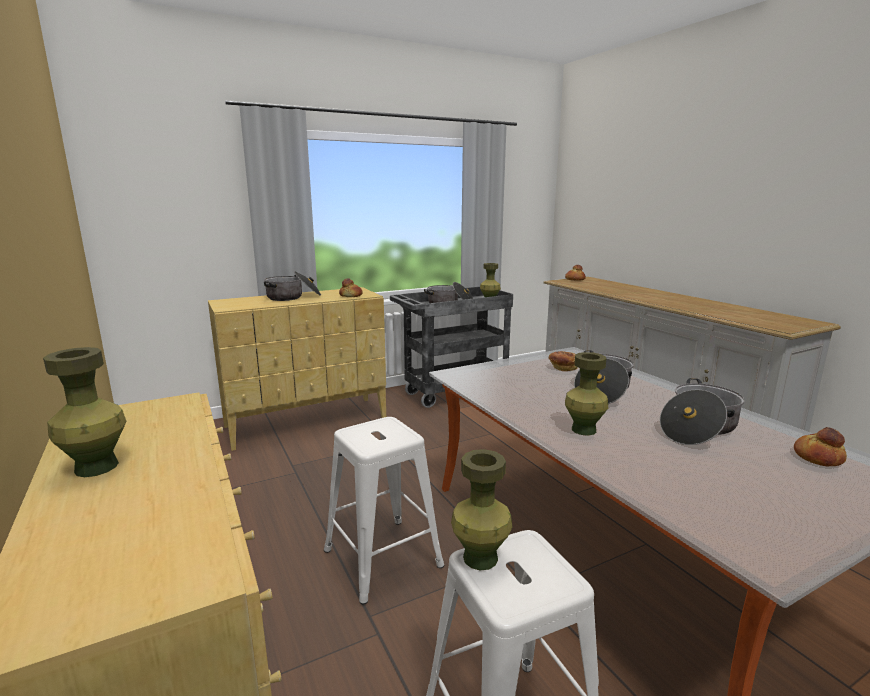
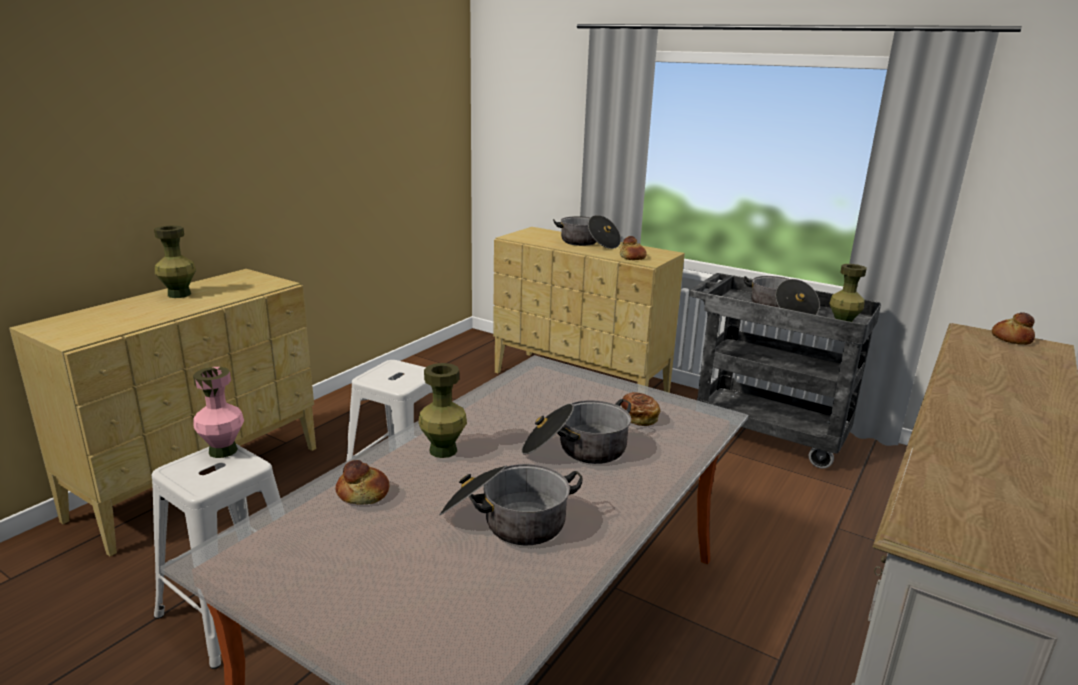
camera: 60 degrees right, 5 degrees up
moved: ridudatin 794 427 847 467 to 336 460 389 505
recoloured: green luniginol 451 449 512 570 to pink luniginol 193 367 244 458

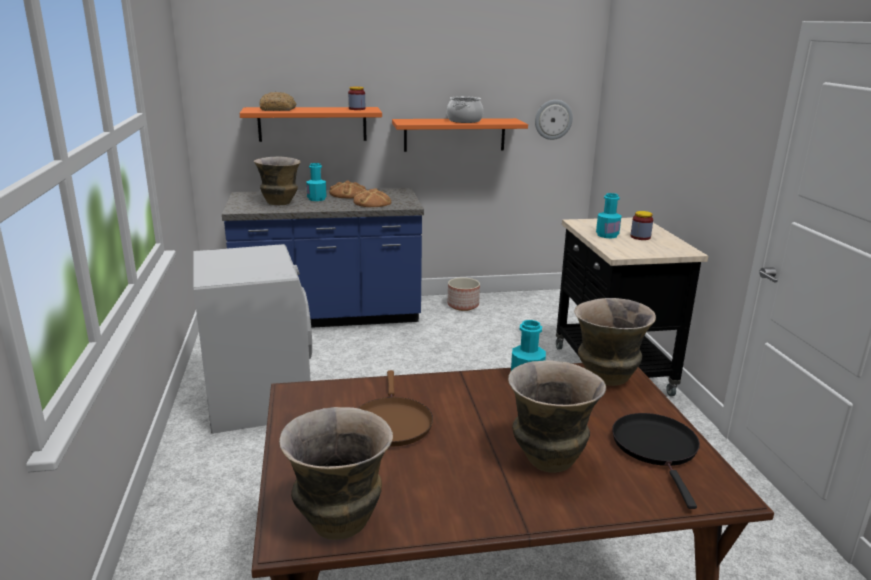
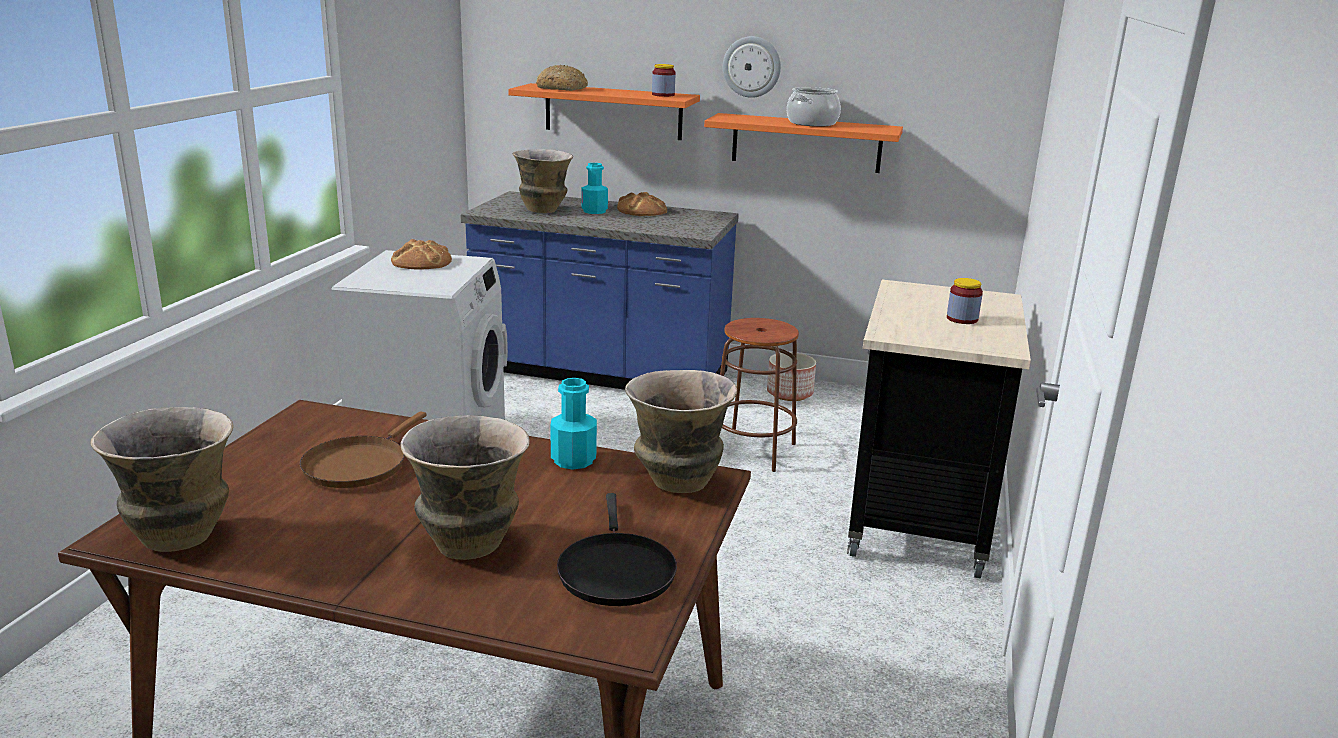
camera: 25 degrees right, 0 degrees up
removed: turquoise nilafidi 596 193 622 238
added: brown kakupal 720 318 799 472
moved: ridudatin 353 188 391 207 to 391 239 452 270; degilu 535 100 573 140 to 723 36 781 98
turned: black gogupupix 612 413 700 509 = 557 493 677 606 150 degrees clockwise

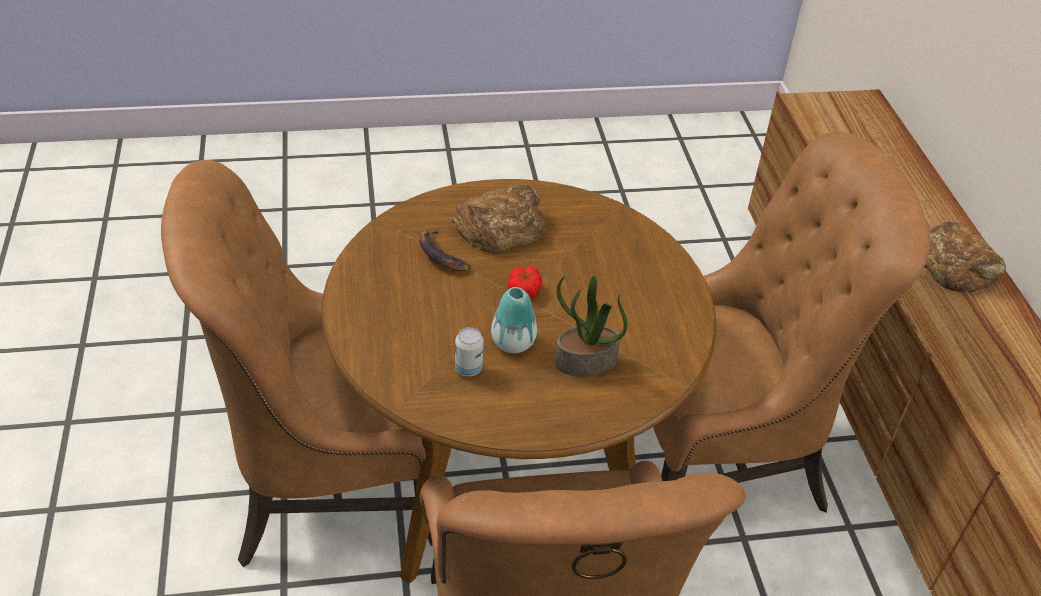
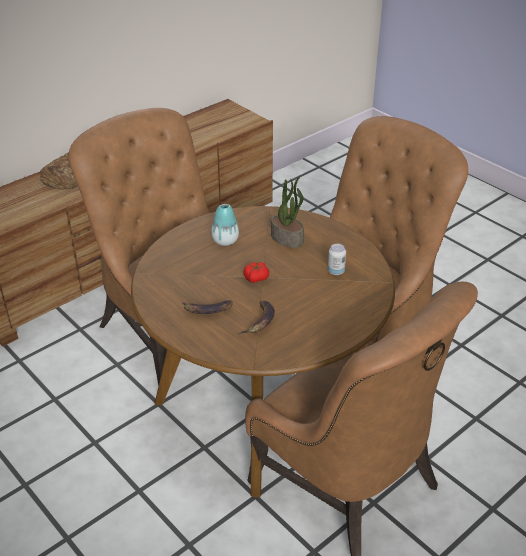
camera: 120 degrees left, 5 degrees down
moved: luniginol 491 287 537 353 to 211 204 239 246
replaced: ridudatin 452 184 545 254 to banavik 182 300 232 314

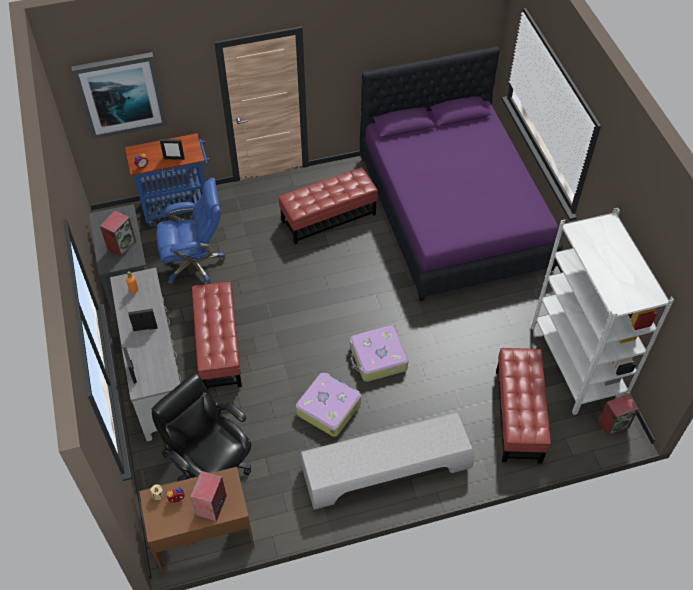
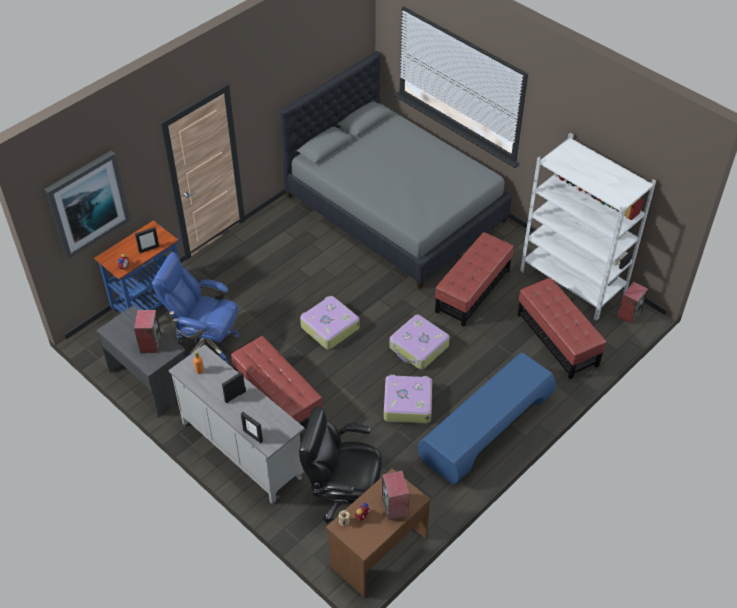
camera: 30 degrees left, 5 degrees down
added: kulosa 300 296 359 350
moved: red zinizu 279 167 378 244 to 435 232 514 327
recoloured: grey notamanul 300 413 474 509 to blue notamanul 418 353 556 484; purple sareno 360 46 563 301 to grey sareno 280 51 512 289
turned: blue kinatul 156 178 226 284 = 152 252 240 363 120 degrees counterclockwise

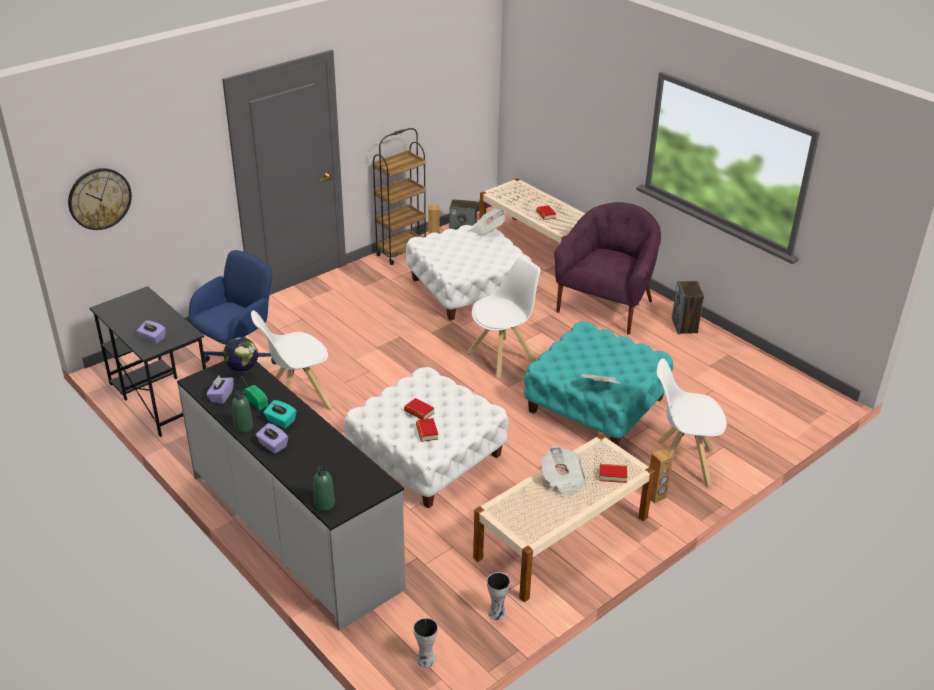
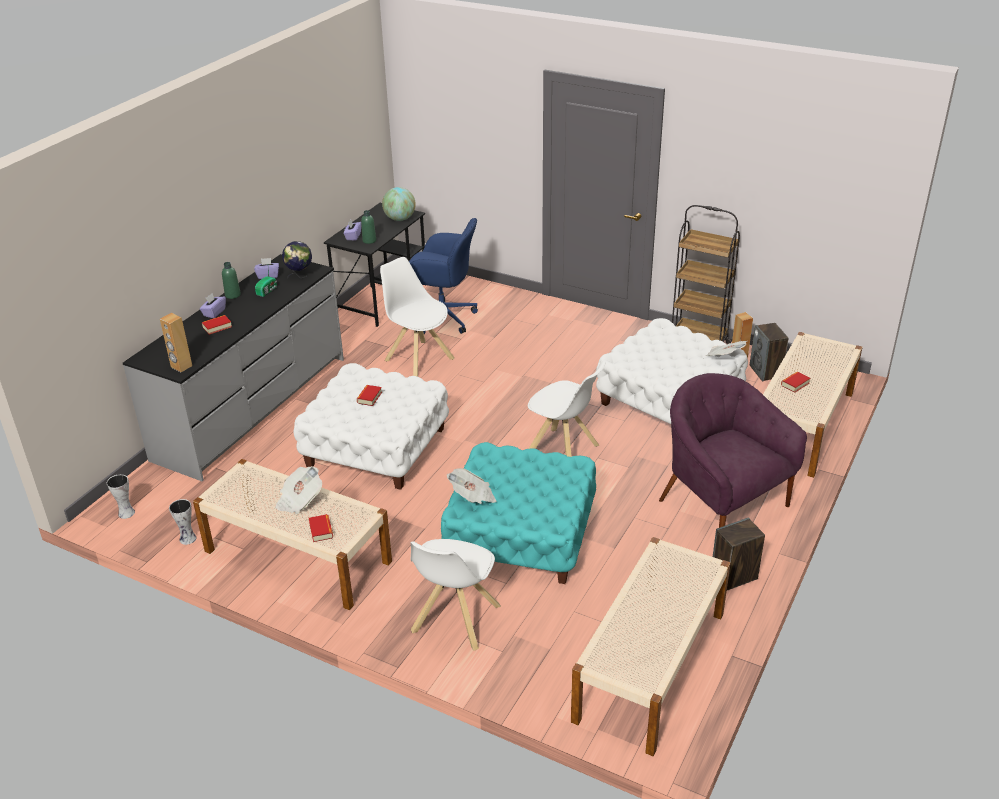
camera: 70 degrees right, 0 degrees up
removed: degilu 68 168 132 230; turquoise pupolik 263 400 297 428
added: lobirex 382 187 416 221; beige notamanul 571 537 731 756
moved: green nilafidi 313 466 335 511 to 361 210 376 244; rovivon 416 418 438 442 to 202 315 232 335; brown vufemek 650 448 673 504 to 160 313 192 372
turned: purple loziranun 554 202 661 335 = 659 373 807 528 135 degrees counterclockwise; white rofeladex 657 358 726 487 = 410 539 501 651 150 degrees counterclockwise

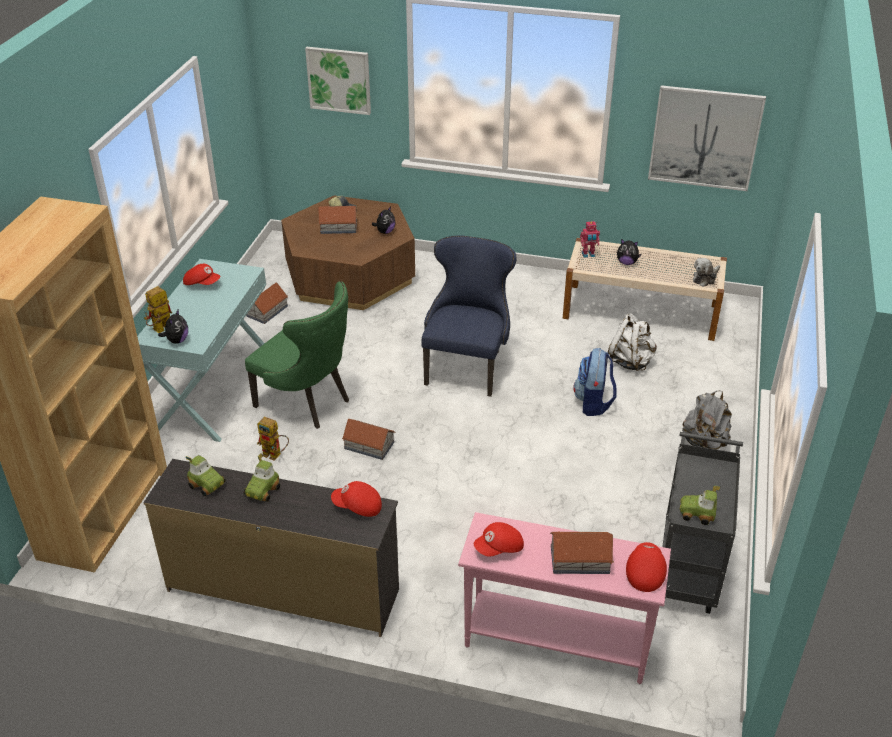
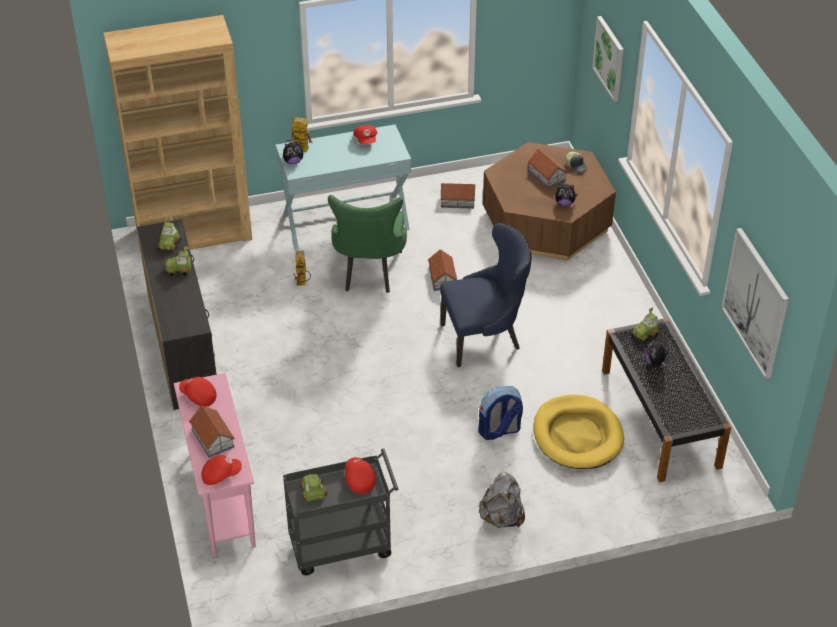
camera: 60 degrees right, 5 degrees up
removed: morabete 693 258 720 287
moved: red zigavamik 331 481 382 517 to 345 457 376 494; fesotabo 342 419 395 460 to 428 249 457 291
replaced: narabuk 580 221 600 258 to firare 631 308 660 342; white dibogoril 608 313 657 371 to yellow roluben 533 395 624 469
recoloured: beige notamanul 563 238 727 341 to black notamanul 602 317 731 483

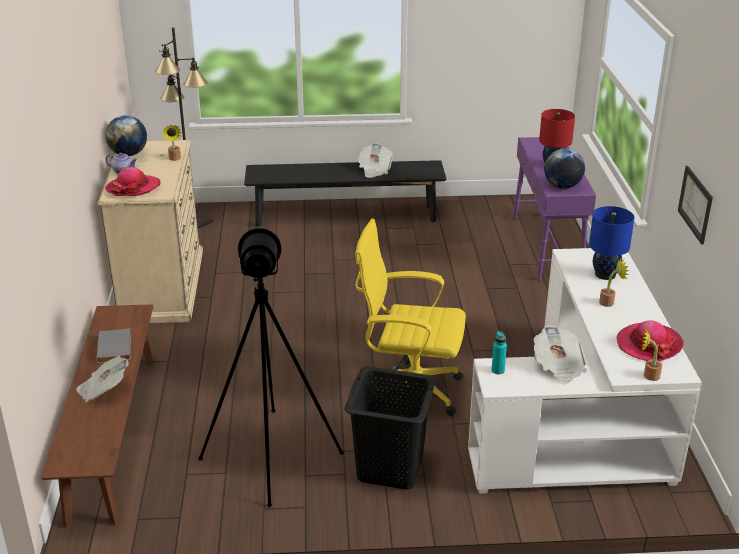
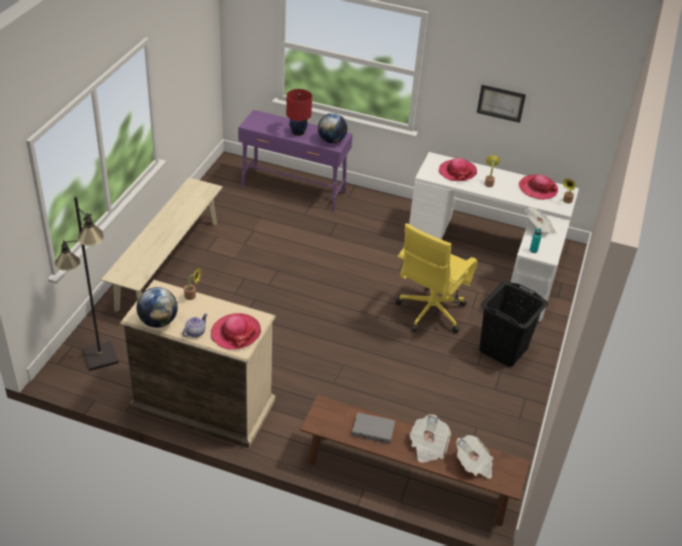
camera: 70 degrees left, 10 degrees up
removed: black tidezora 198 228 344 507
moved: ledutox 357 143 393 178 to 456 435 493 479
replaced: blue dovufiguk 589 206 635 280 to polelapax 439 158 477 181
recoloured: black notamanul 244 160 446 227 to beige notamanul 101 177 223 312

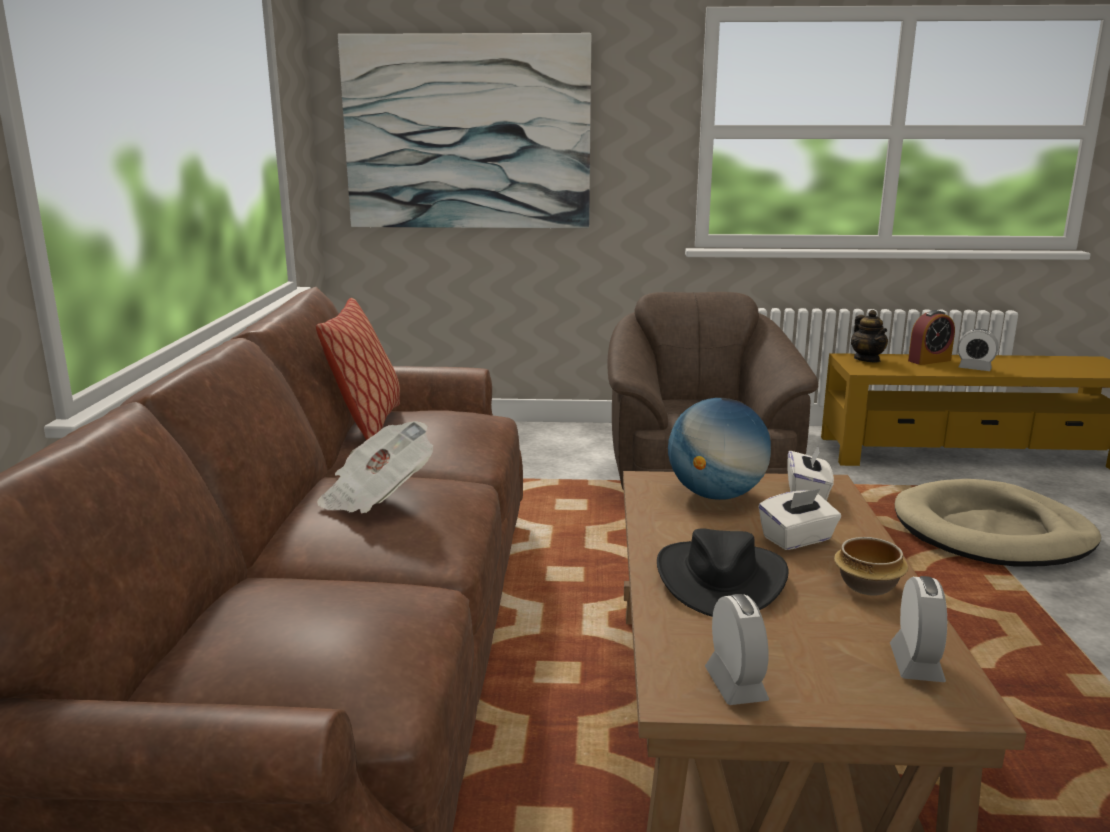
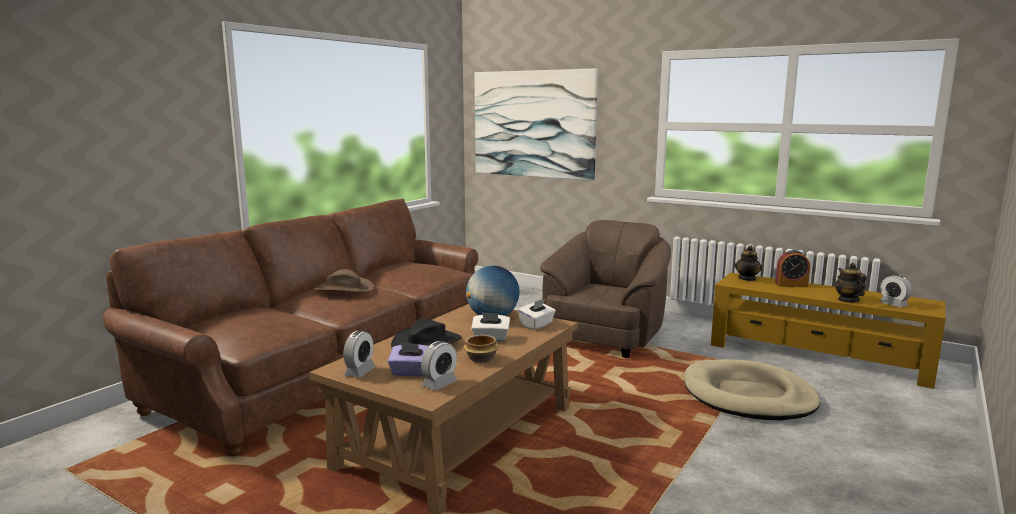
camera: 30 degrees right, 5 degrees down
removed: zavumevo 316 298 400 440
added: purple pupolik 387 342 429 377; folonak 835 263 866 303
moved: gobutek 958 329 999 371 to 880 275 912 308
replaced: ledutox 317 421 433 513 to brown polelapax 313 269 375 293

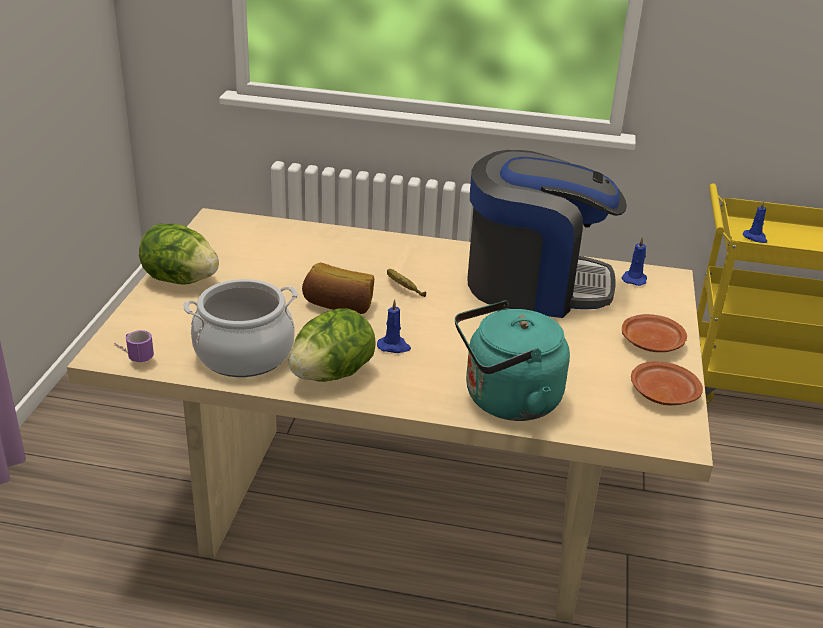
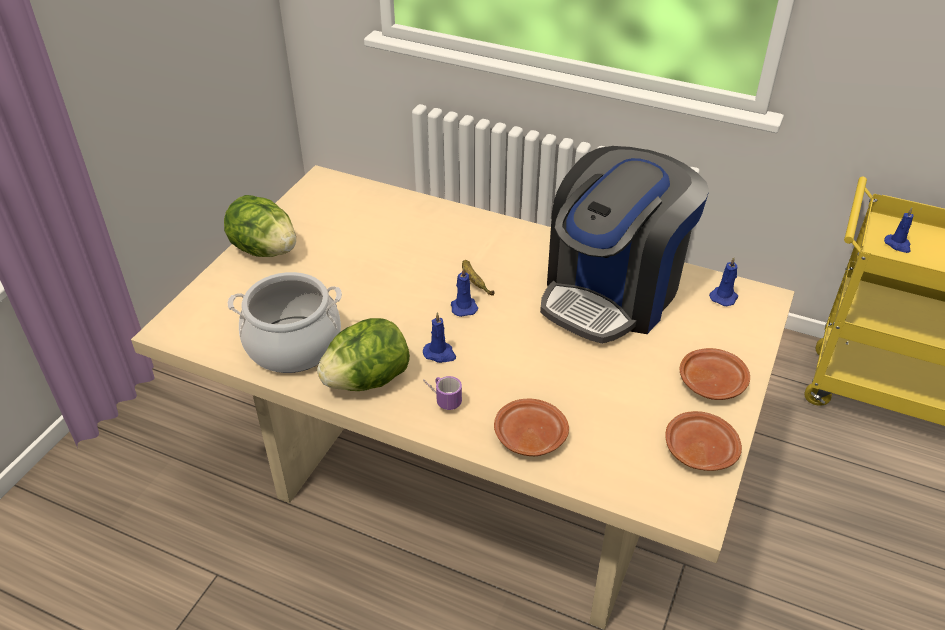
camera: 15 degrees right, 10 degrees up
removed: ridudatin 302 262 374 314
added: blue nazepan 451 267 478 317
moved: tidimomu 115 330 154 362 to 423 376 462 410
replaced: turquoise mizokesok 455 300 570 421 to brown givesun 494 399 569 456
turned: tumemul 468 150 627 318 = 540 146 709 344 105 degrees clockwise

